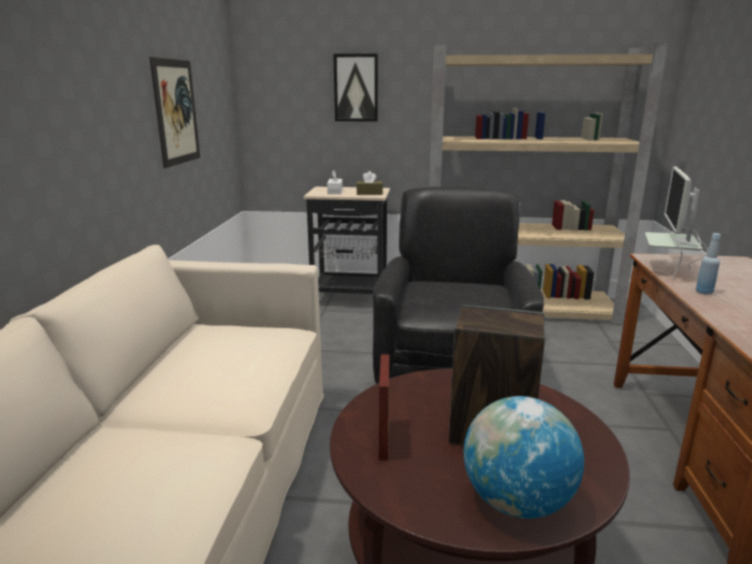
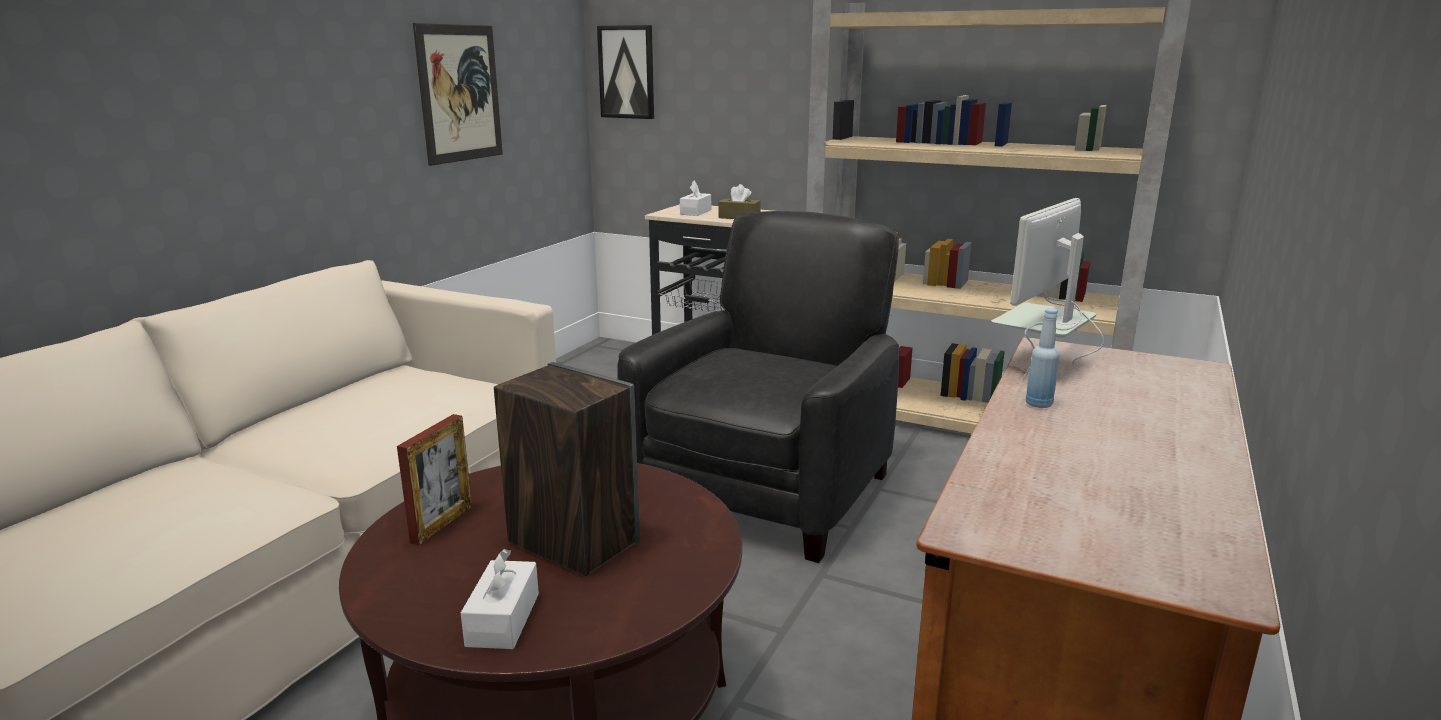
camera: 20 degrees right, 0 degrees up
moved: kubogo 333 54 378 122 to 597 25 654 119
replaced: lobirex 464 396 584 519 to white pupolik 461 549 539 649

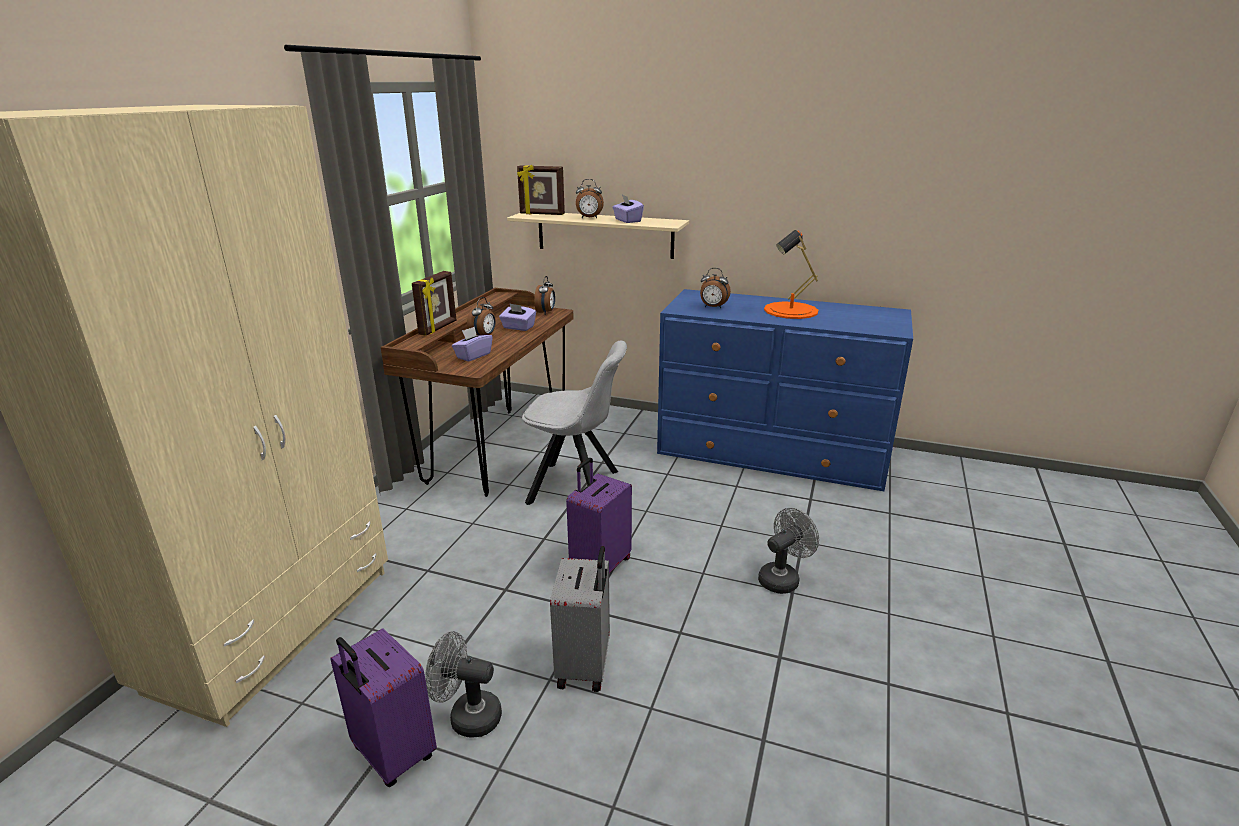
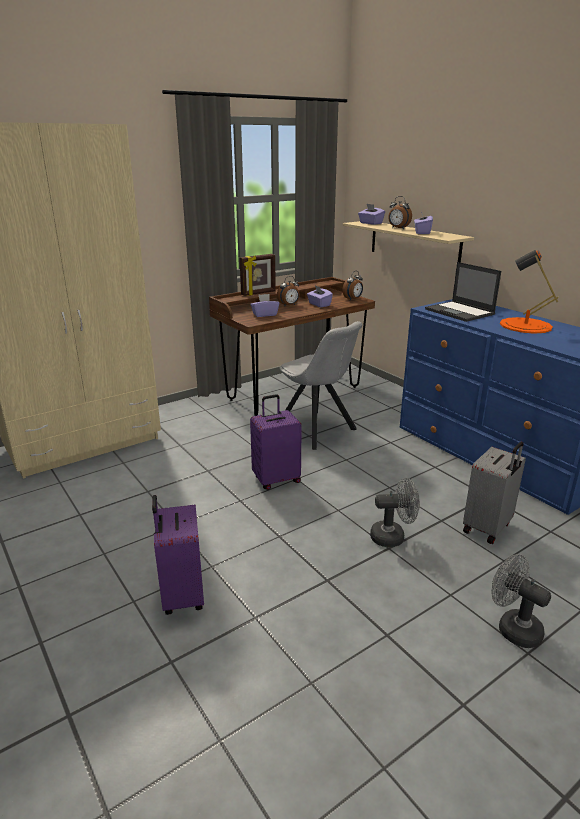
camera: 35 degrees right, 0 degrees up
moved: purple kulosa 330 628 437 787 to 152 495 204 615; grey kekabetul 426 631 502 738 to 492 554 551 648; grey kulosa 550 546 610 692 to 463 442 526 544
replaced: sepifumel 517 165 565 215 to purple pupolik 358 204 385 225; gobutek 700 268 731 308 to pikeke 425 262 501 322

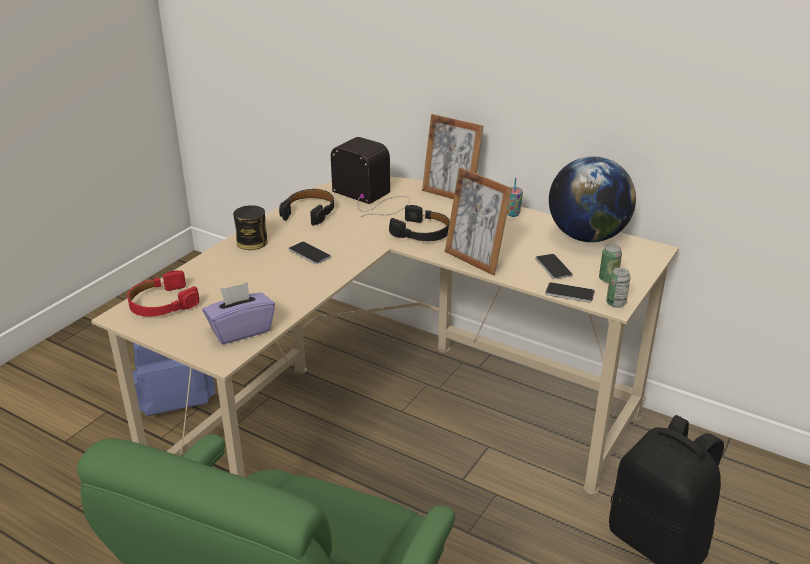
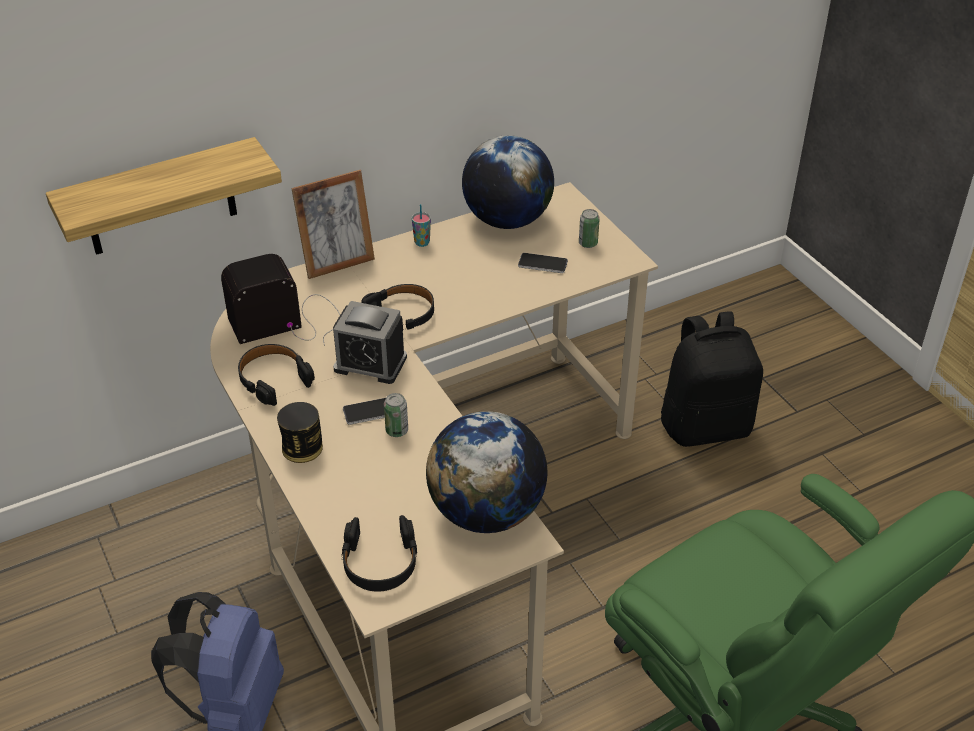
camera: 60 degrees left, 10 degrees up
removed: sepifumel 444 168 512 275; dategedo 545 282 595 303
added: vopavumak 46 137 282 255; gobutek 333 301 407 384
moved: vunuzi 606 267 630 307 to 384 393 408 437
replaced: purple pupolik 202 282 275 344 to lobirex 426 411 547 533
recoloured: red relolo 127 270 199 317 to black relolo 341 515 417 592

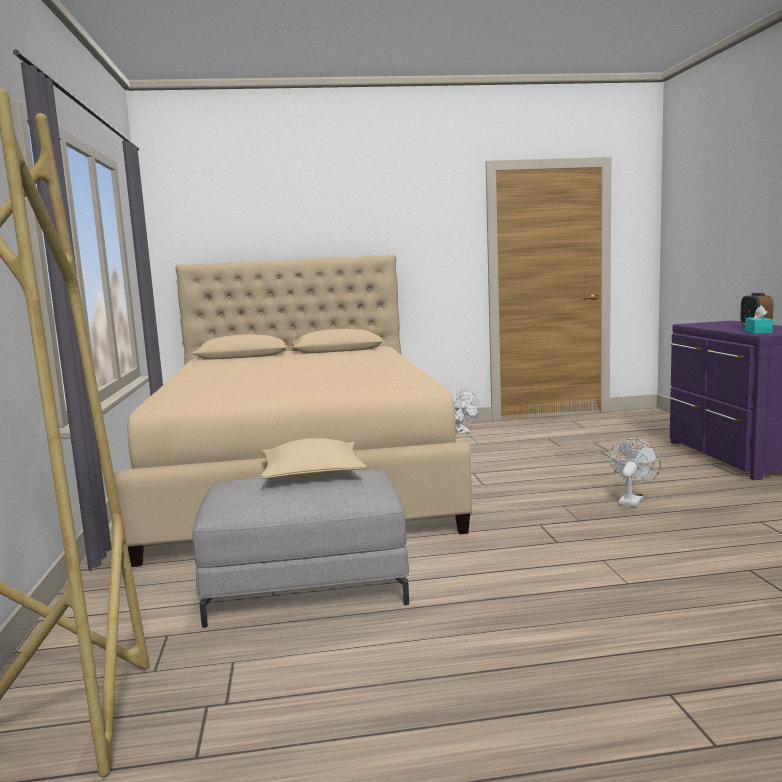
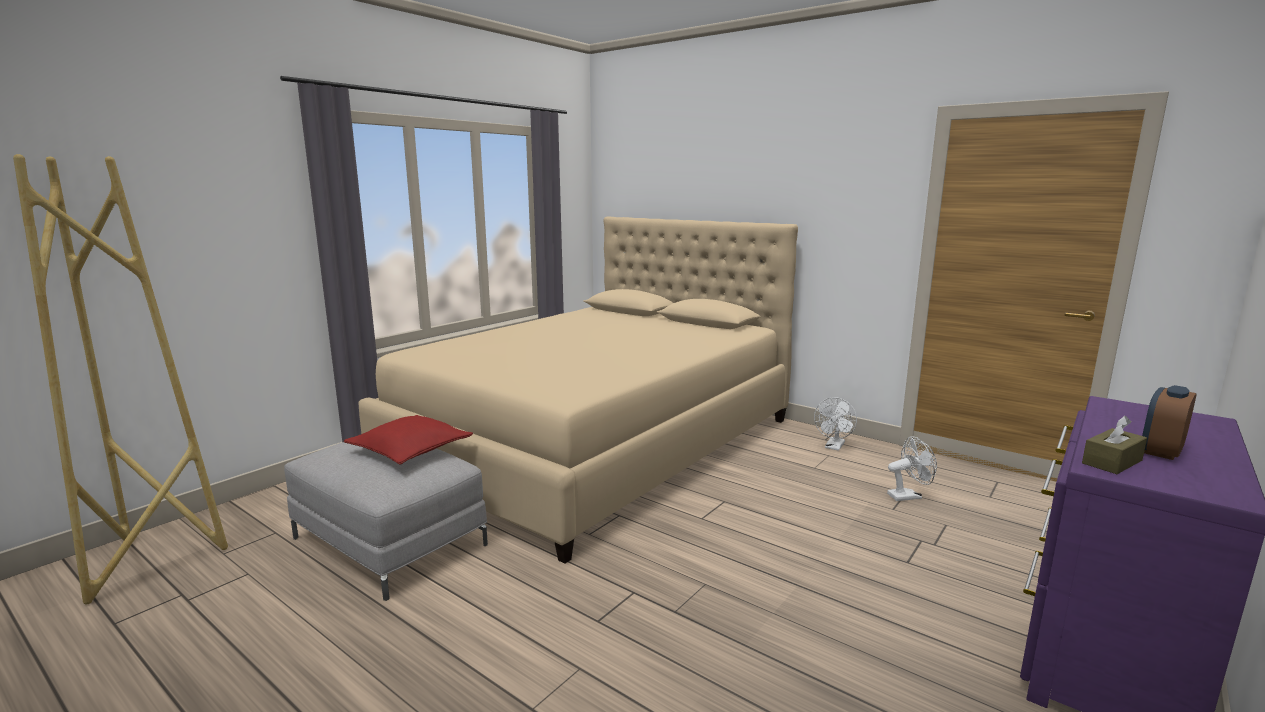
camera: 45 degrees right, 5 degrees up
moved: white kekabetul 609 438 661 507 to 887 436 937 501
recoloured: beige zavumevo 260 438 367 479 to red zavumevo 344 415 473 465; turquoise pupolik 745 306 773 334 to brown pupolik 1082 416 1147 474

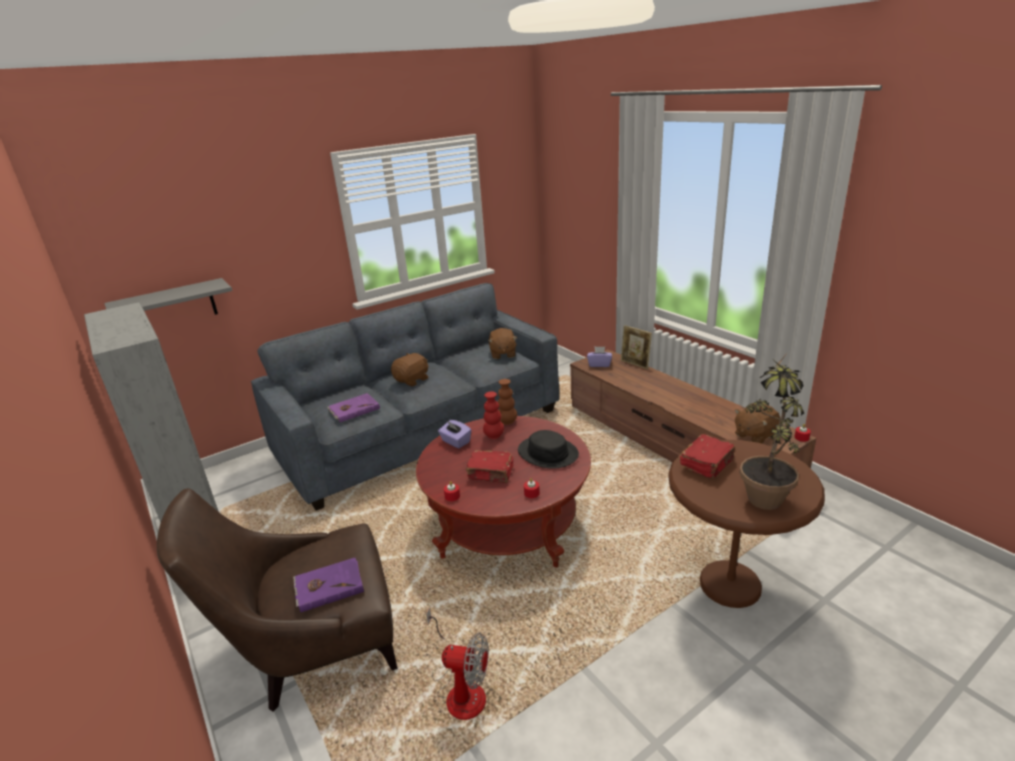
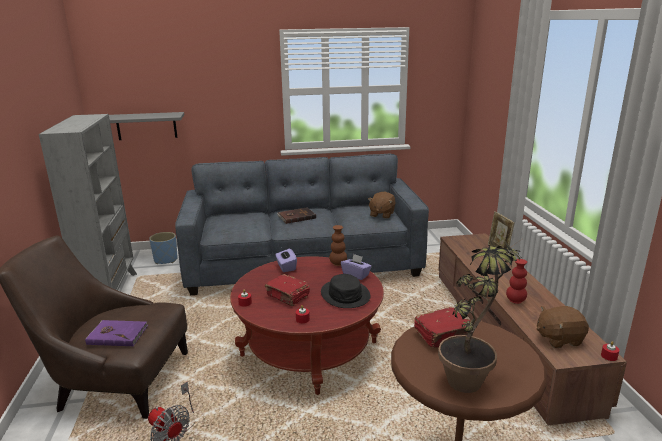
camera: 25 degrees right, 5 degrees down
removed: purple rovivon 327 393 380 422
added: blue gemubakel 149 232 178 264
moved: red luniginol 483 391 504 439 to 506 259 527 304; purple pupolik 587 347 612 367 to 341 254 372 280
replaced: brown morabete 391 353 428 386 to brown rovivon 277 207 316 224

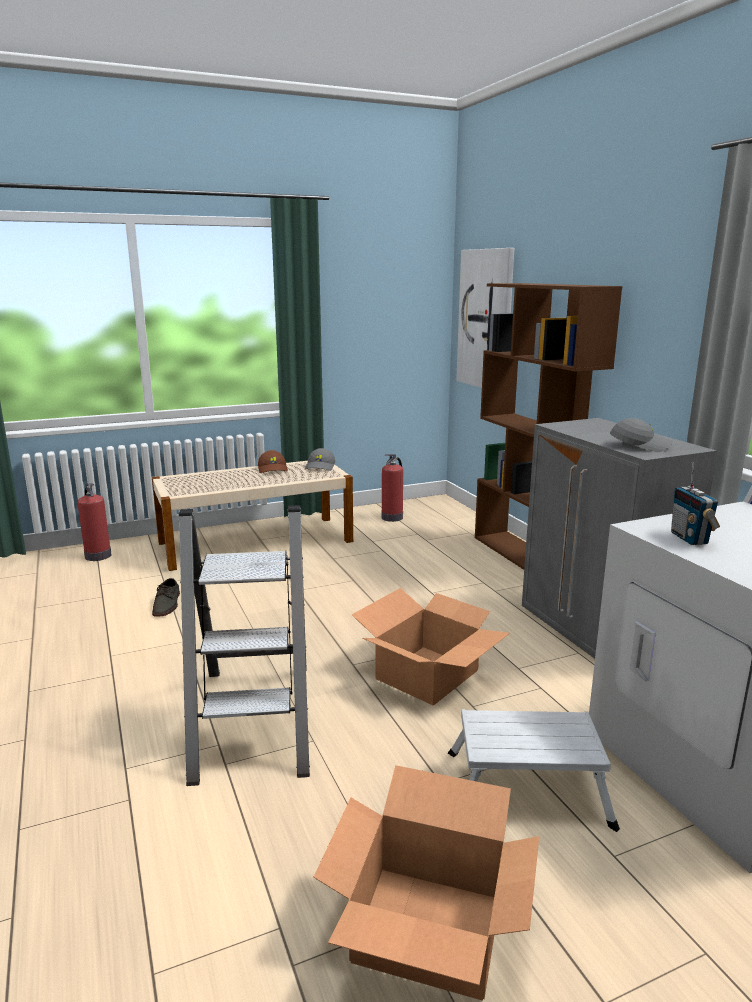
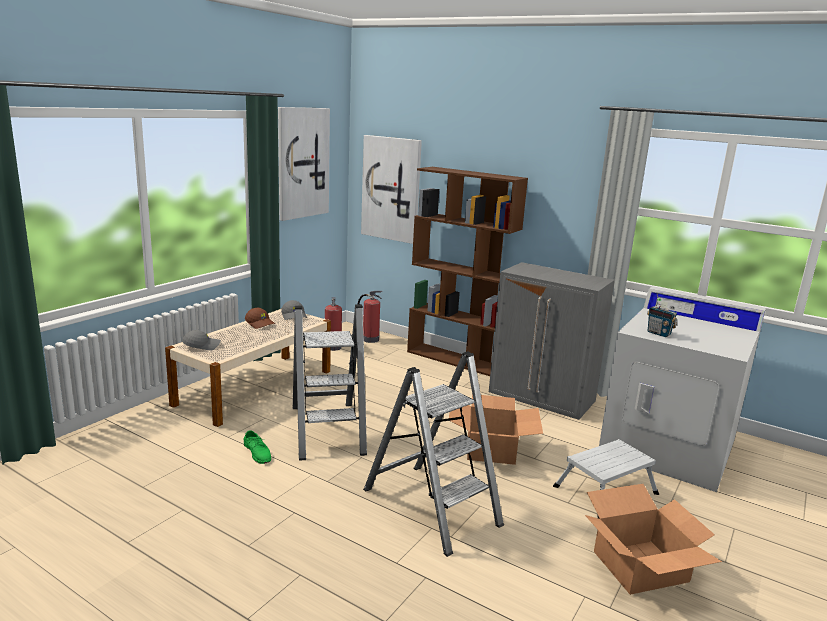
camera: 35 degrees left, 0 degrees up
added: kubogo 278 107 330 221; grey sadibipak 292 304 367 461
moved: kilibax 77 483 111 561 to 358 291 383 343; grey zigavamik 610 418 673 452 to 182 330 221 350
recoloured: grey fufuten 152 578 180 617 to green fufuten 243 430 271 464

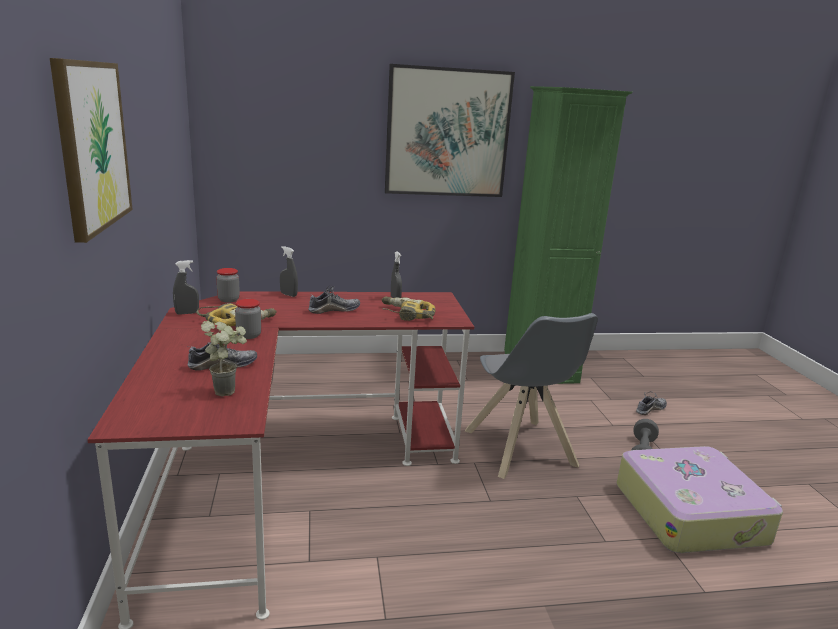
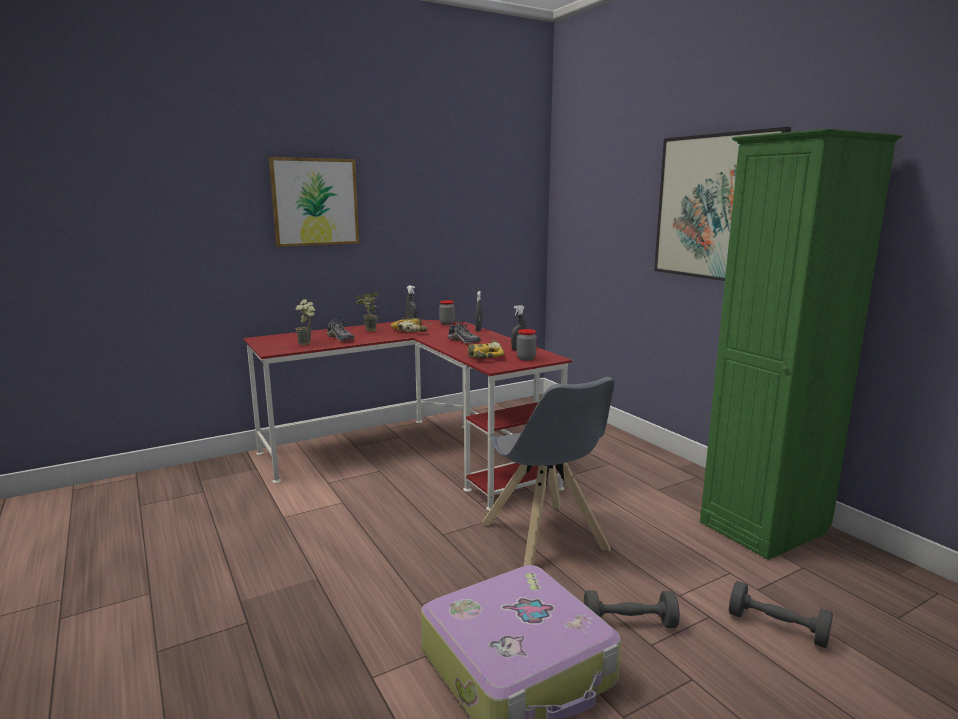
camera: 70 degrees right, 5 degrees down
added: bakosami 356 292 378 332
moved: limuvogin 235 299 262 339 to 517 329 537 360
replaced: fufuten 636 391 667 415 to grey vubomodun 729 581 833 648
turned: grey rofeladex 465 313 598 479 = 481 377 614 566 75 degrees counterclockwise

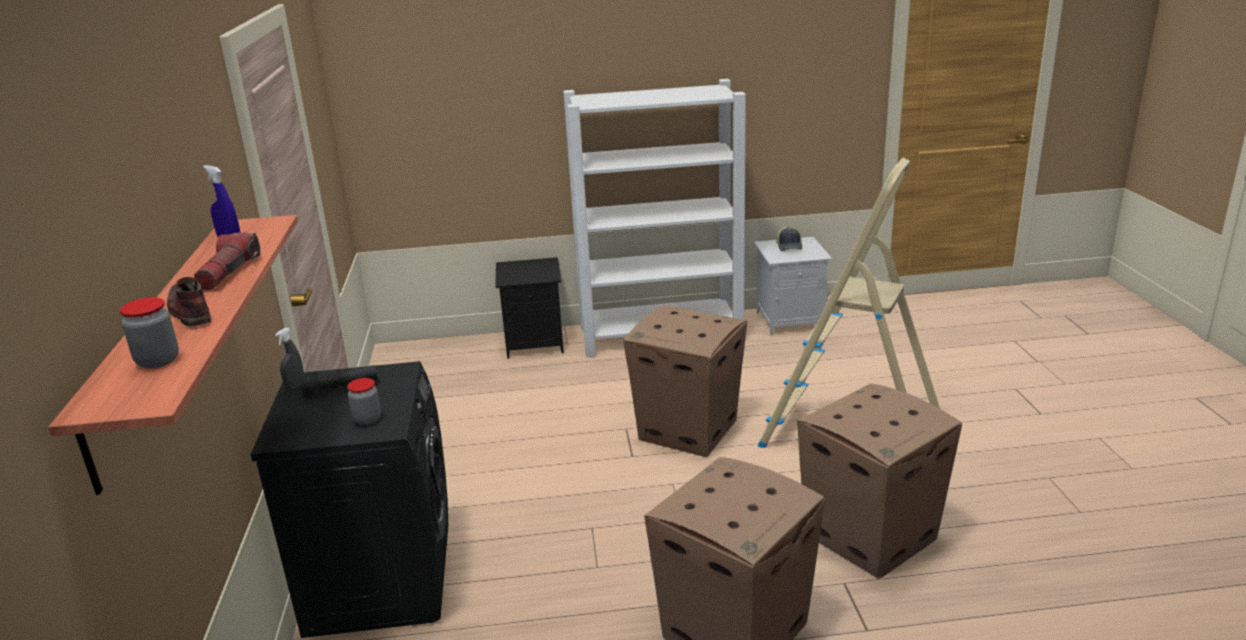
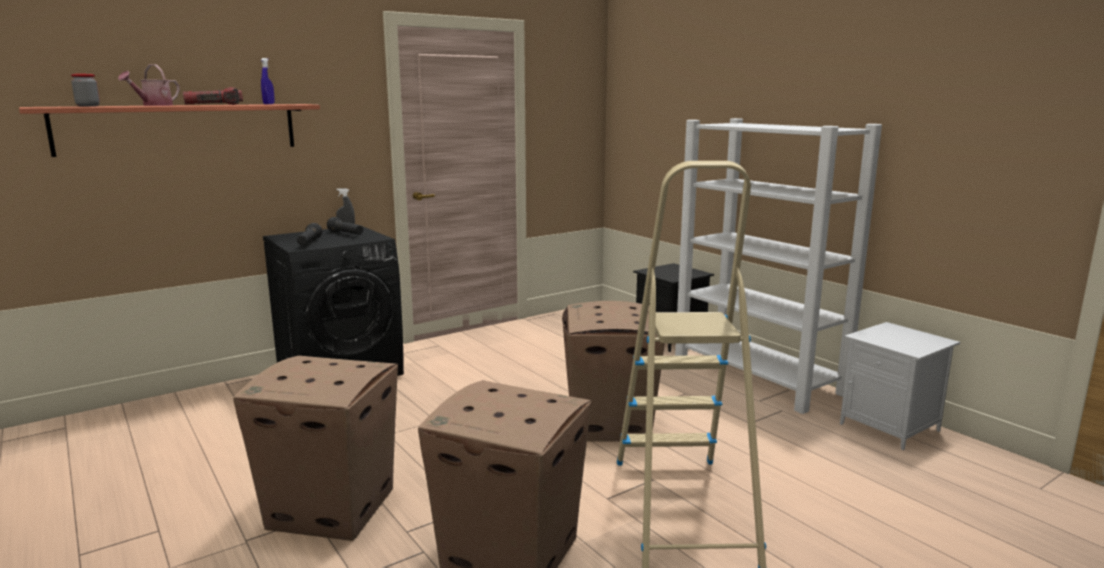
camera: 60 degrees right, 10 degrees down
removed: zigavamik 776 226 802 251
replaced: brown fufuten 167 277 211 327 to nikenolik 118 64 180 106; limuvogin 347 378 381 425 to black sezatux 297 223 323 245

